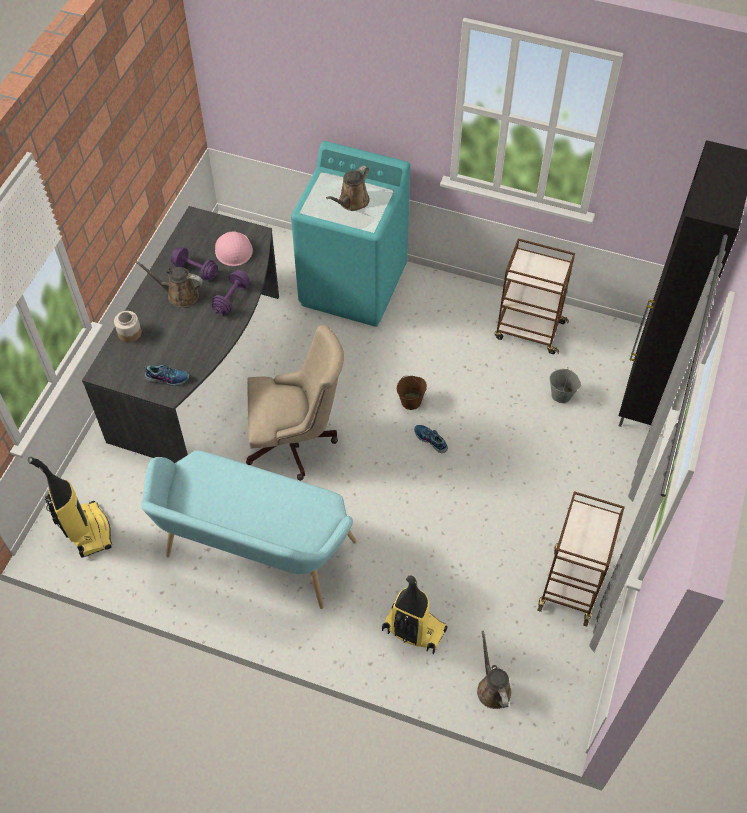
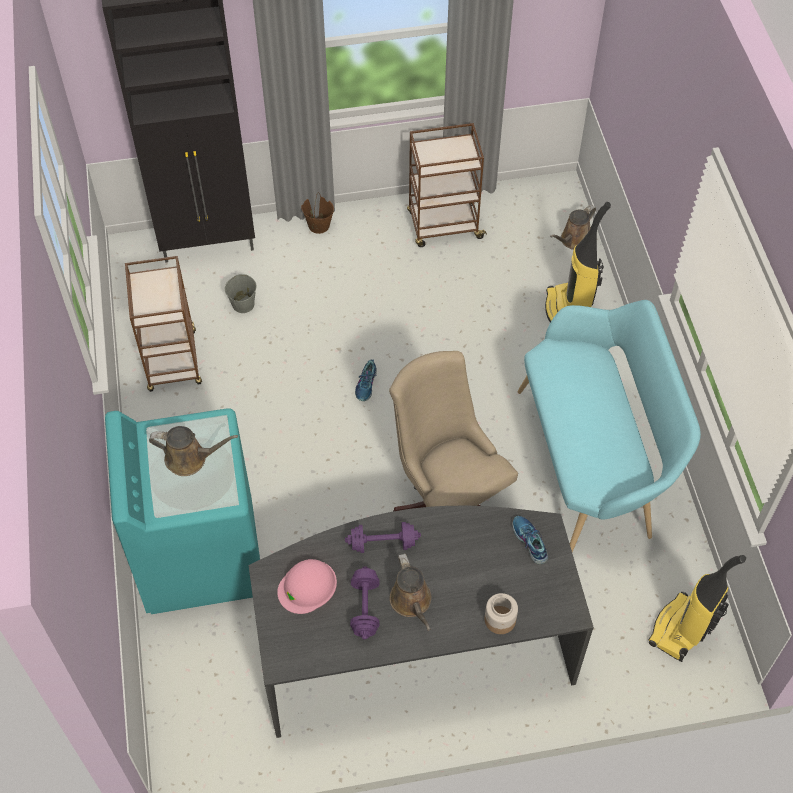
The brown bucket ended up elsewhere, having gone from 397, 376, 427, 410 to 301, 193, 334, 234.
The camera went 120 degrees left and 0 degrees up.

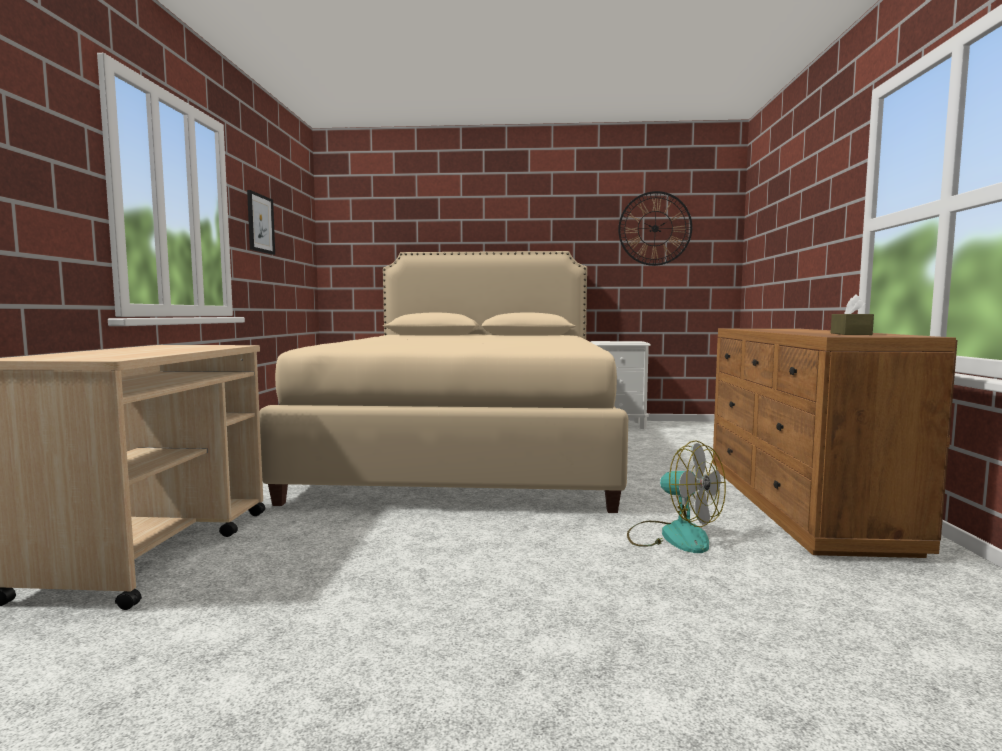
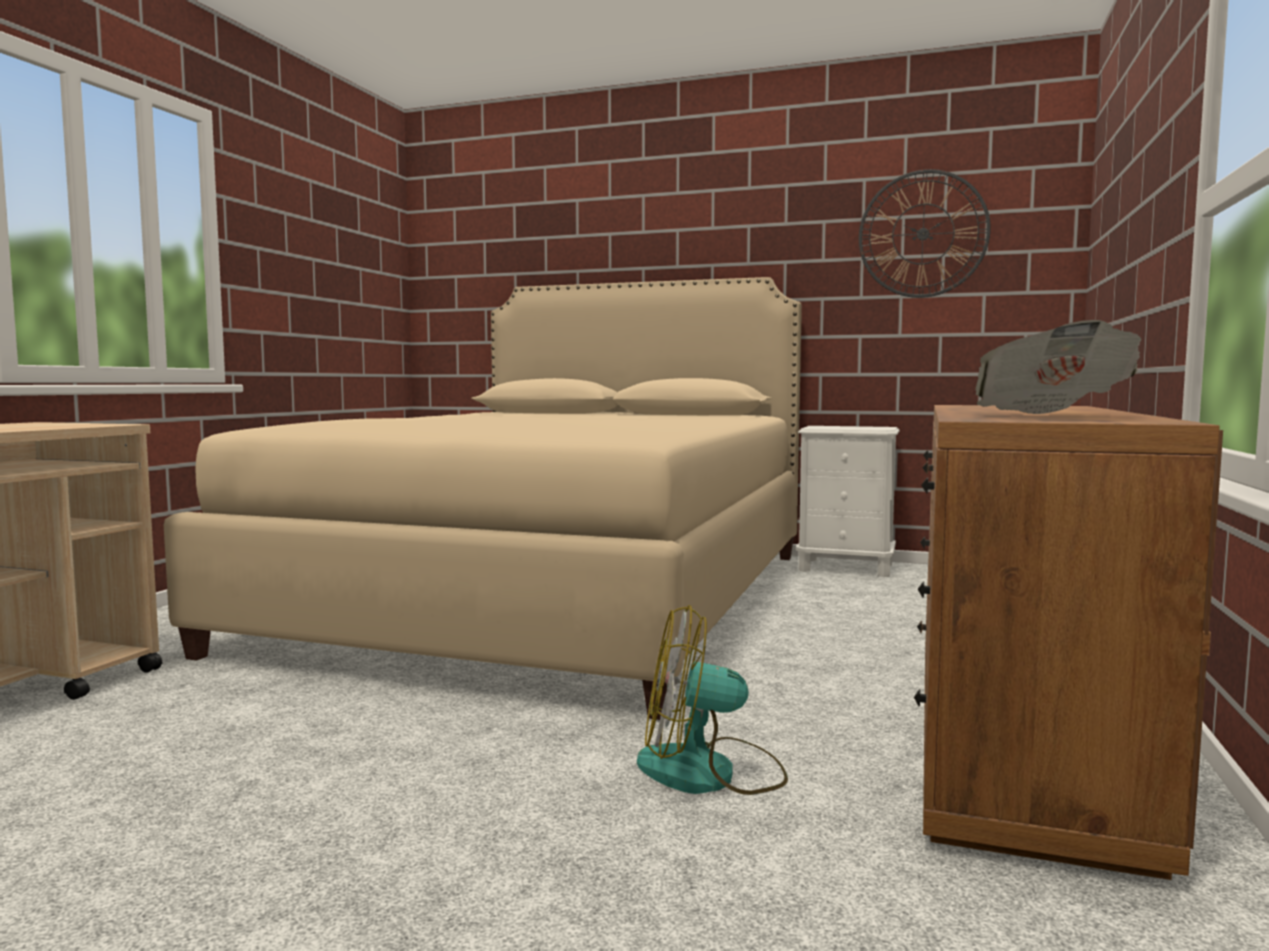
The second view lost the wall art at 247, 190, 275, 255.
Where the brown tissue box stood at 831, 294, 874, 335, the newspaper came to stand at 976, 320, 1141, 414.
The electric fan at 627, 440, 726, 553 ended up facing another way, 120 degrees clockwise from before.
The camera went 15 degrees right and 0 degrees up.

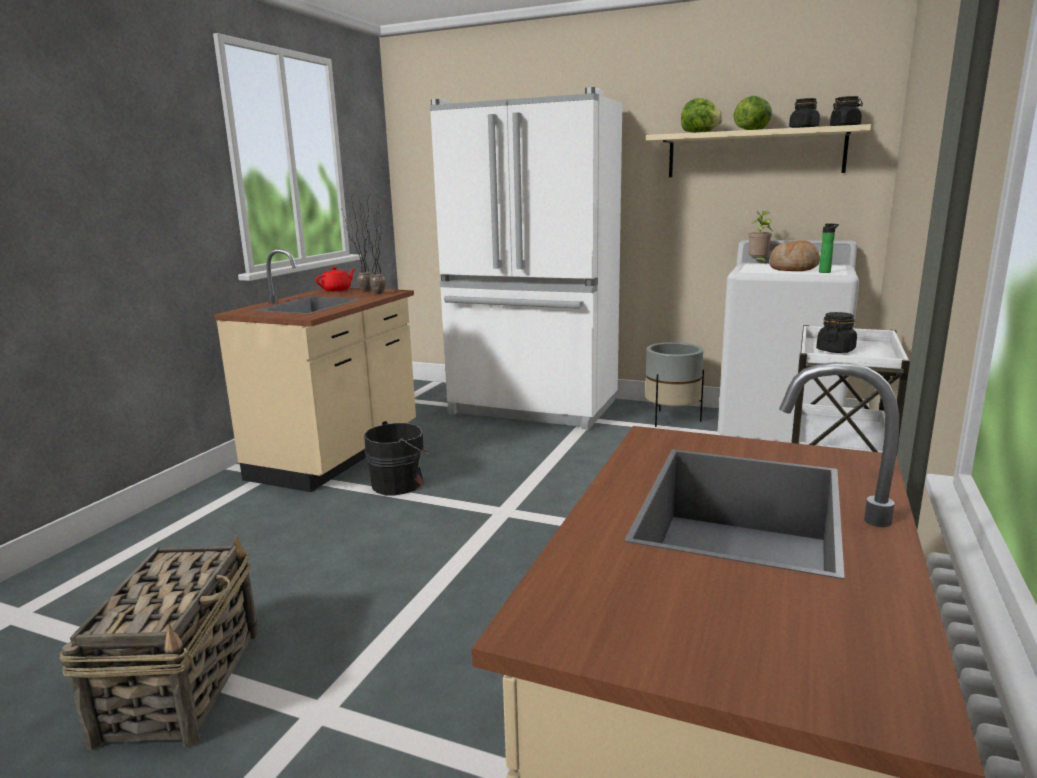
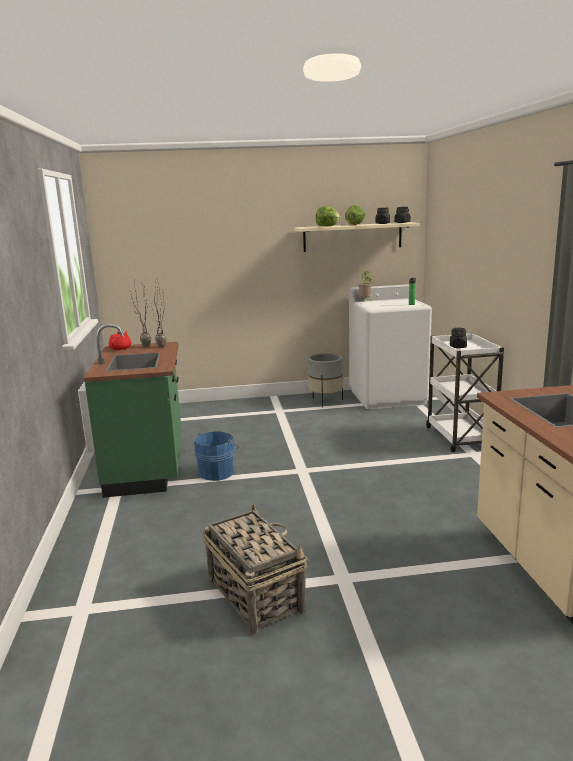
The second view lost the white kitchen fridge at 430, 87, 622, 430.
The second view lost the baked bread at 770, 241, 820, 271.
What was the sand-coloured kitchen counter at 214, 249, 416, 492 turned into the greenish kitchen counter at 84, 324, 182, 498.
What was the blackish bucket at 364, 421, 429, 495 turned into the bluish bucket at 194, 431, 239, 481.
The camera went 30 degrees left and 0 degrees up.

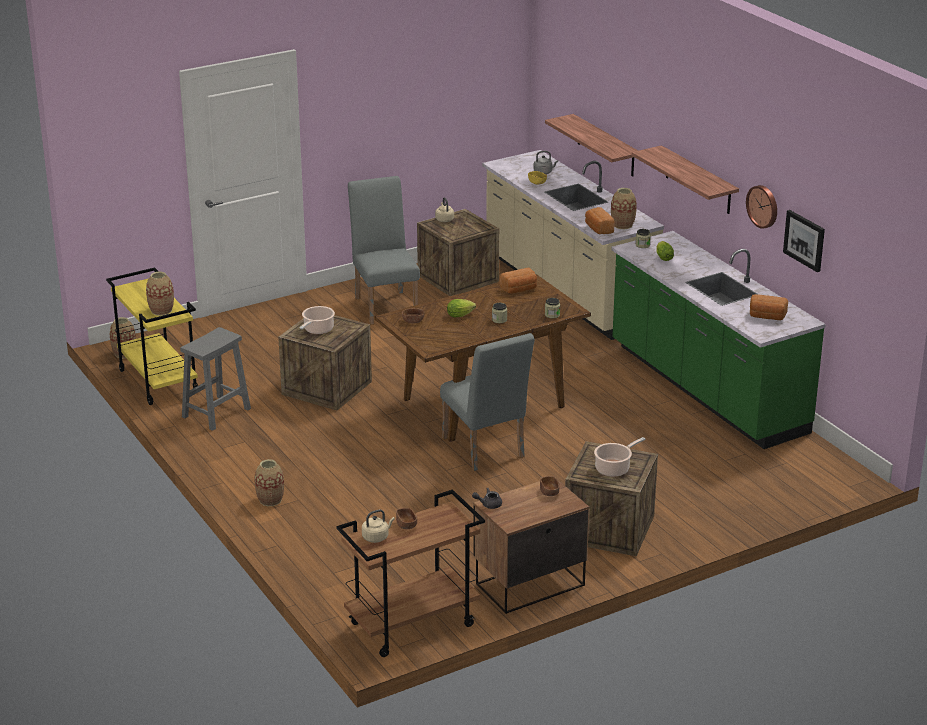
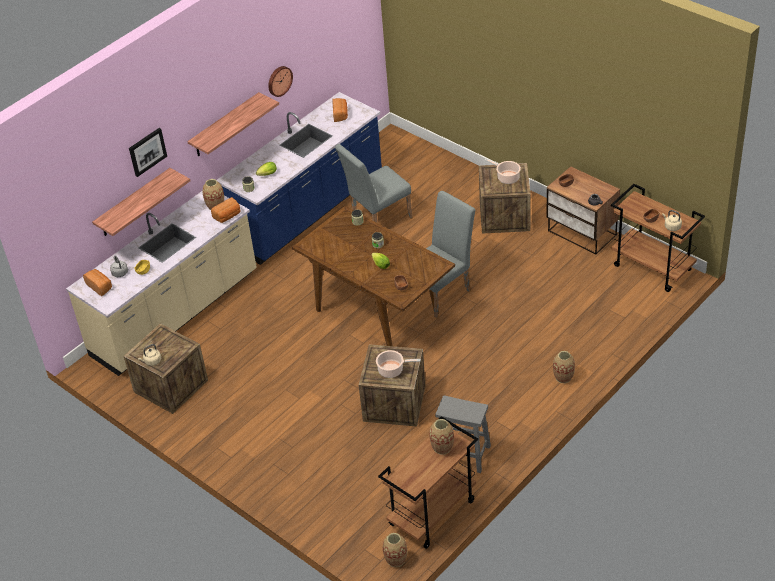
The grey chair ended up elsewhere, having gone from 348, 176, 420, 325 to 335, 144, 413, 222.
The baked bread ended up elsewhere, having gone from 500, 268, 537, 294 to 83, 269, 112, 296.
The wall art ended up elsewhere, having gone from 783, 210, 825, 272 to 129, 128, 167, 177.
What was the yellowish trolley at 106, 267, 198, 405 turned into the brown trolley at 378, 416, 478, 549.
What was the greenish kitchen counter at 611, 231, 826, 449 turned into the bluish kitchen counter at 217, 92, 382, 265.
The camera went 105 degrees left and 15 degrees up.

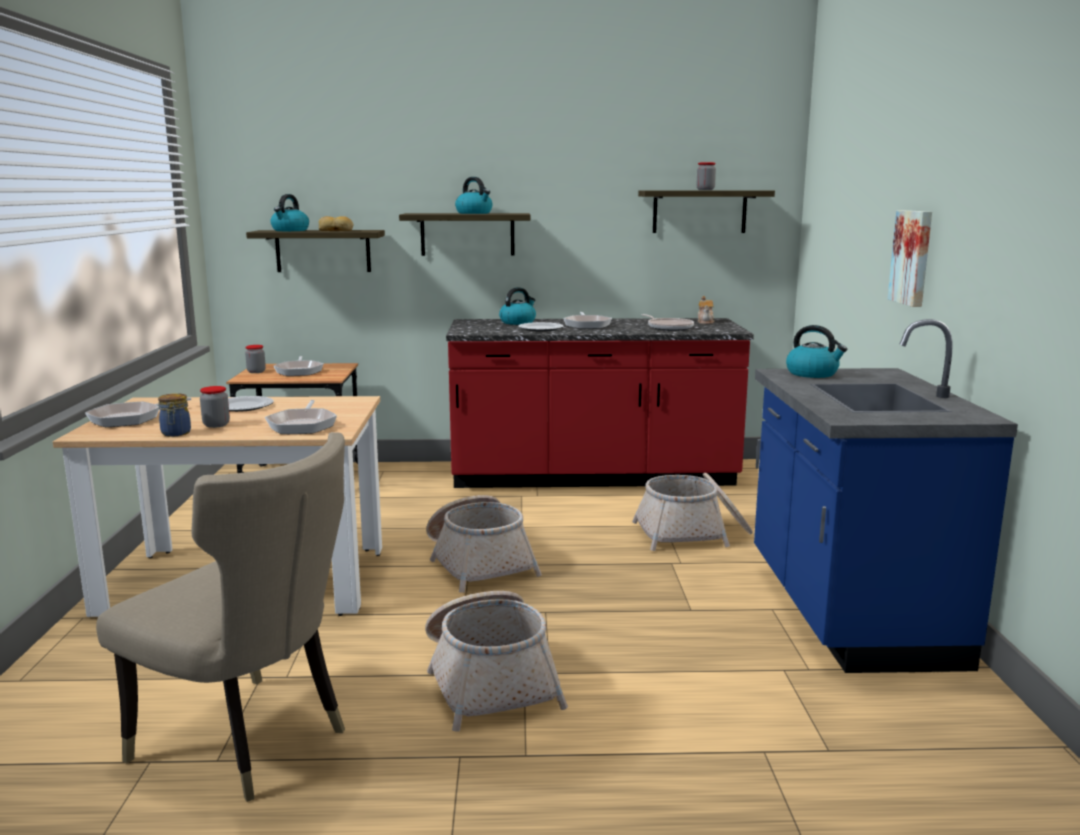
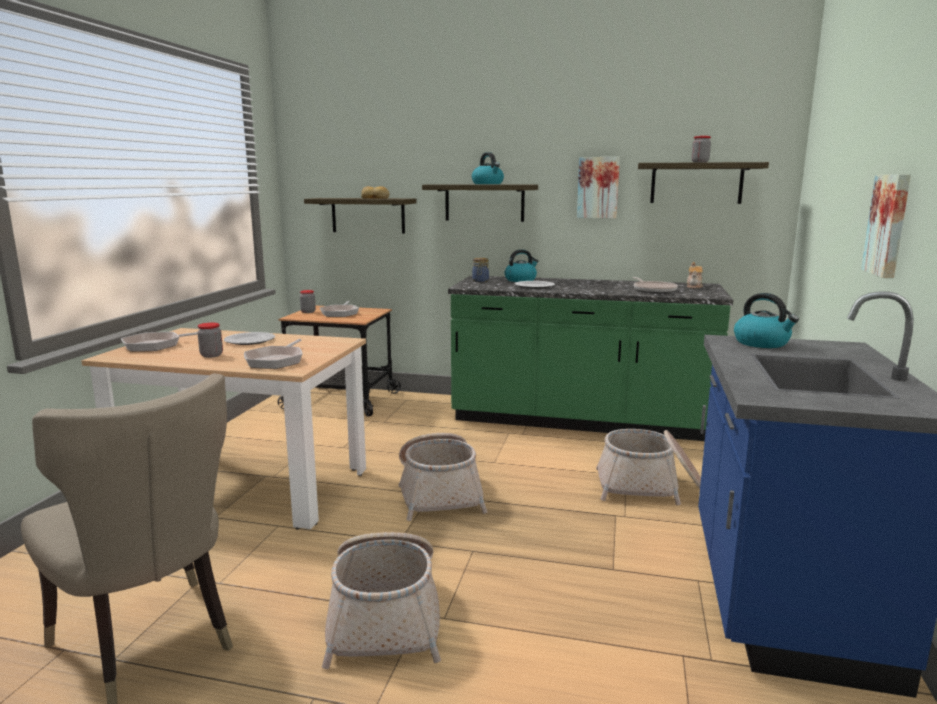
The second view lost the tea kettle at 270, 194, 309, 231.
The second view lost the skillet at 563, 312, 612, 329.
The second view gained the wall art at 577, 157, 620, 218.
The preserve jar ended up elsewhere, having gone from 158, 393, 191, 436 to 472, 258, 489, 282.
What was the red-coloured kitchen counter at 446, 318, 754, 488 turned into the greenish kitchen counter at 448, 276, 733, 441.
The camera went 15 degrees right and 0 degrees up.

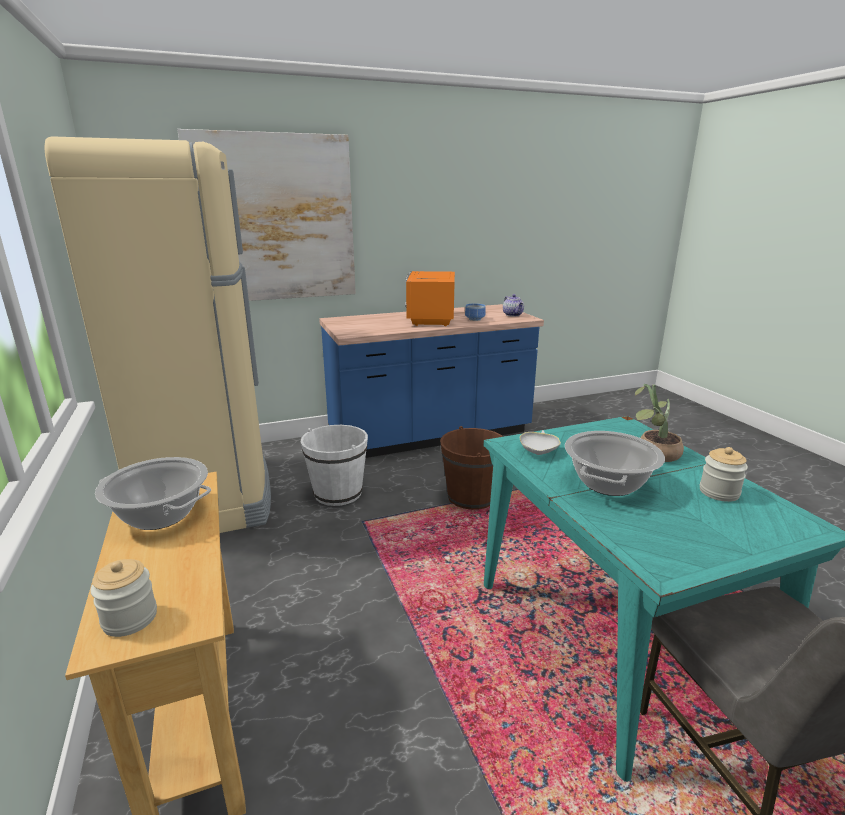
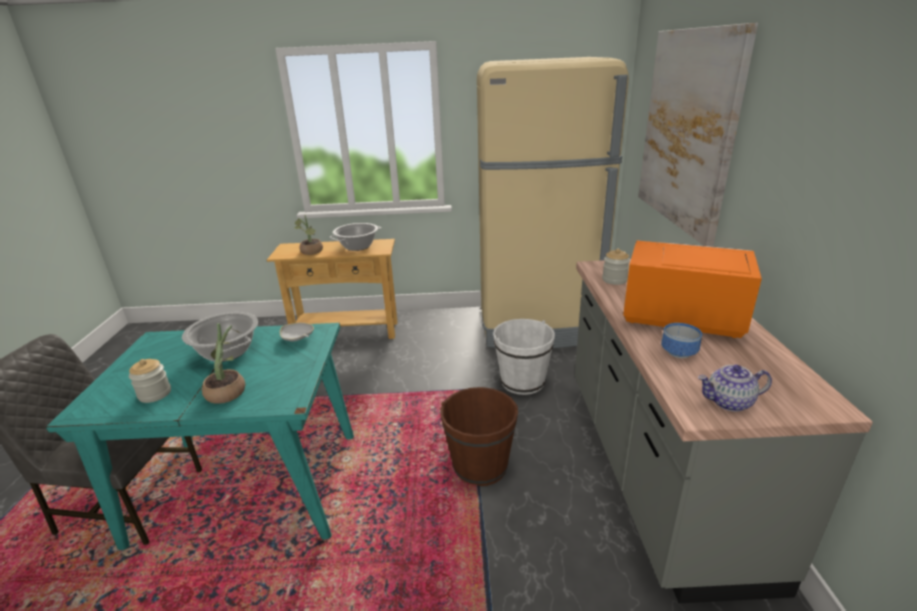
The second view gained the houseplant at 294, 215, 323, 255.
The preserve jar ended up elsewhere, having gone from 90, 559, 157, 637 to 602, 249, 630, 285.
What was the bluish kitchen counter at 319, 304, 544, 458 turned into the grey kitchen counter at 575, 259, 873, 603.
The camera went 110 degrees right and 5 degrees up.

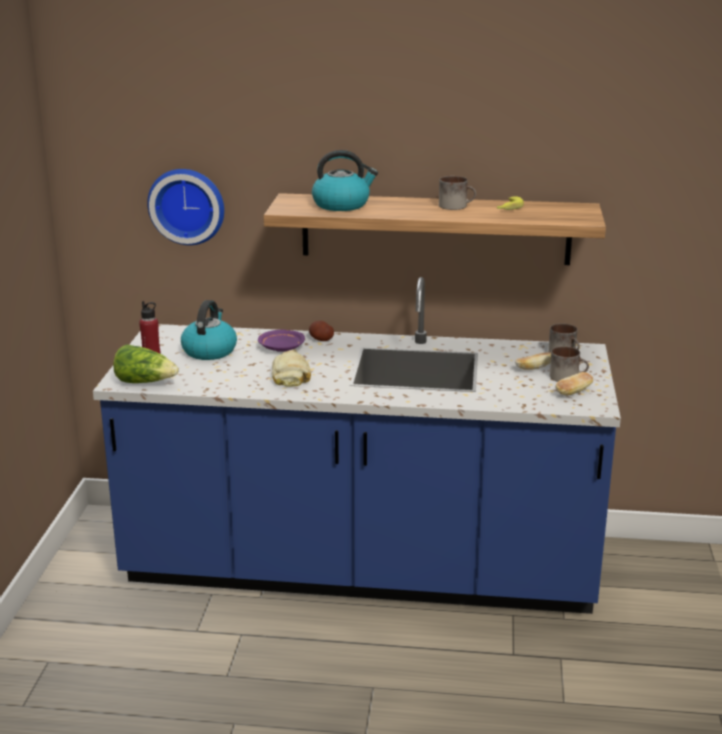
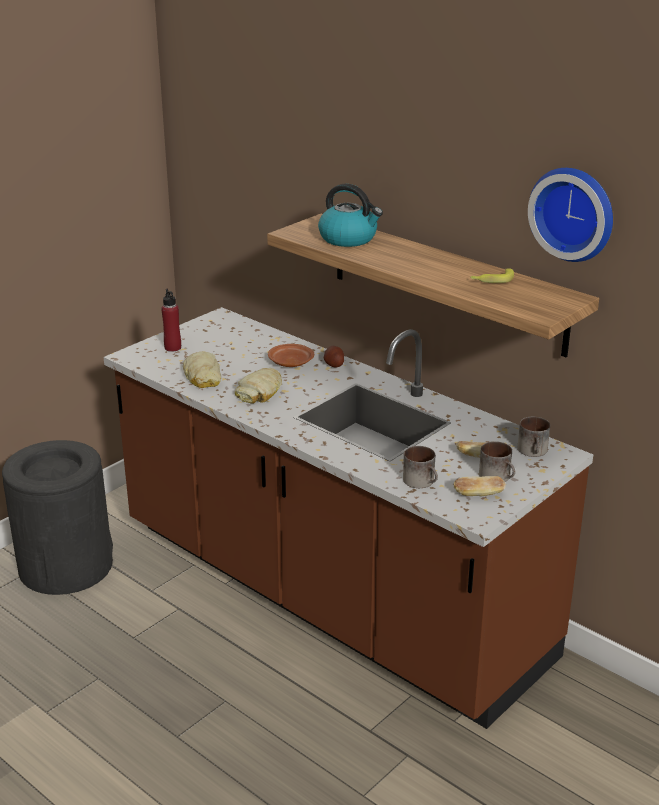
The second view lost the lettuce head at 113, 344, 179, 383.
The second view lost the tea kettle at 181, 300, 237, 360.
The second view gained the blackish waste bin at 2, 440, 113, 595.
The second view gained the baked bread at 183, 351, 221, 388.
The wall clock ended up elsewhere, having gone from 147, 169, 224, 245 to 528, 168, 613, 262.
The mug ended up elsewhere, having gone from 439, 176, 476, 210 to 403, 446, 438, 488.
What was the bluish kitchen counter at 93, 277, 621, 614 turned into the brown kitchen counter at 103, 307, 593, 729.
What was the purple-coloured flat dish at 258, 330, 305, 352 turned into the brown flat dish at 268, 344, 314, 367.
The camera went 35 degrees right and 5 degrees up.

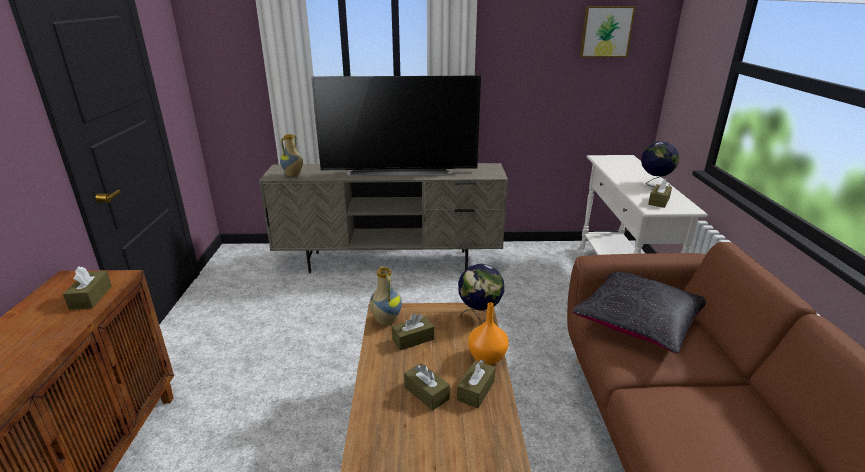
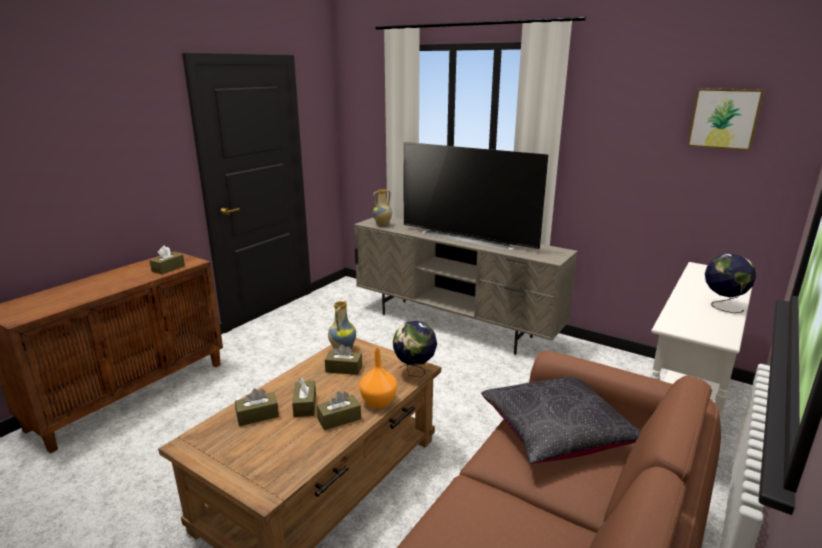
The brown tissue box ended up elsewhere, having gone from 648, 178, 672, 208 to 235, 388, 279, 426.
The camera went 35 degrees right and 5 degrees down.

